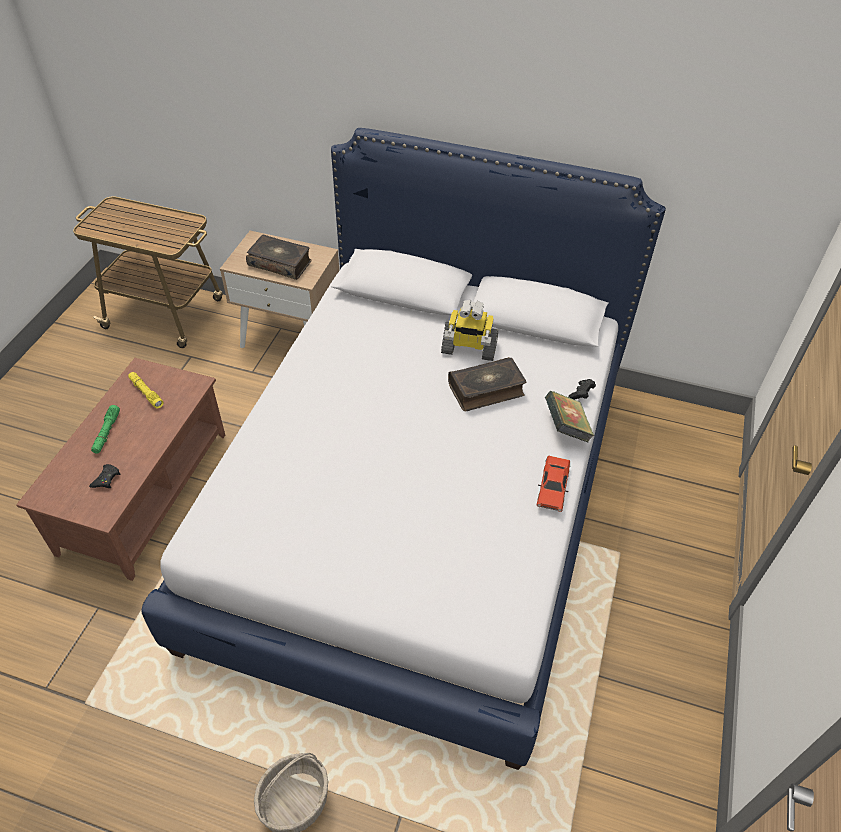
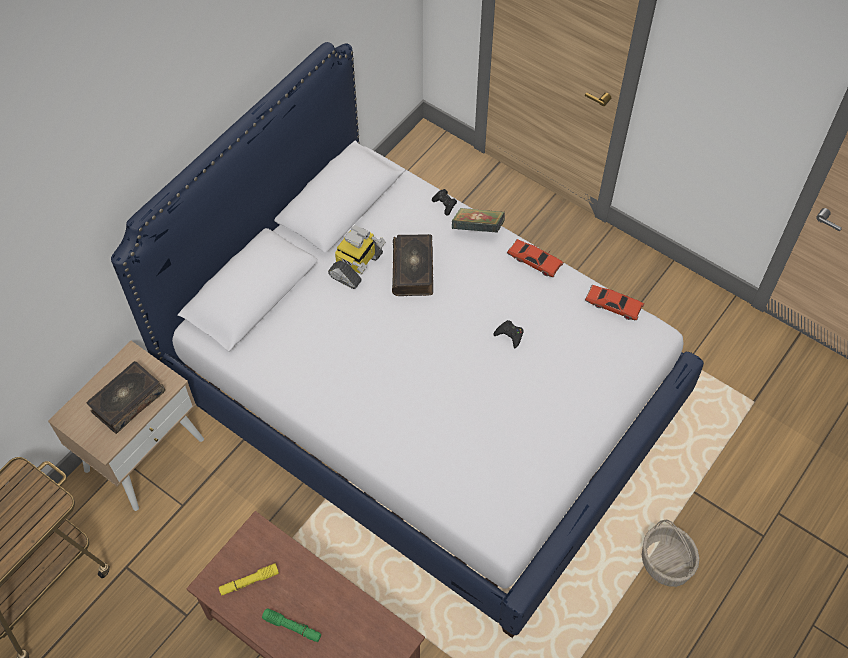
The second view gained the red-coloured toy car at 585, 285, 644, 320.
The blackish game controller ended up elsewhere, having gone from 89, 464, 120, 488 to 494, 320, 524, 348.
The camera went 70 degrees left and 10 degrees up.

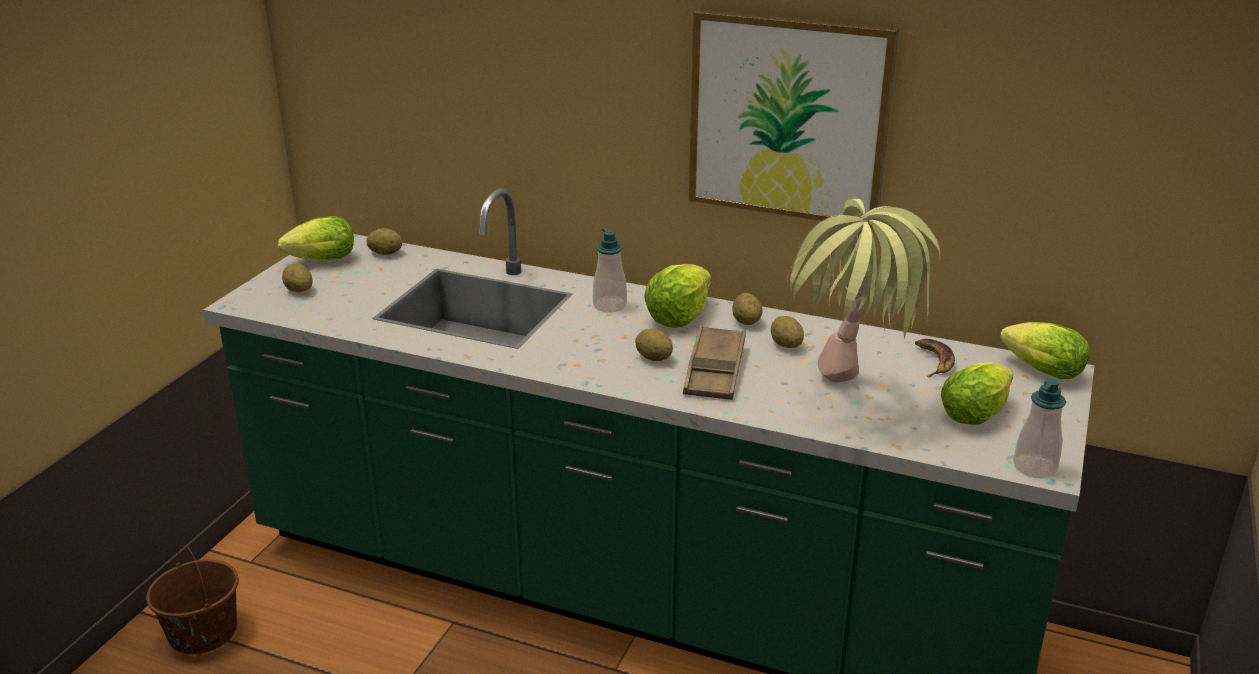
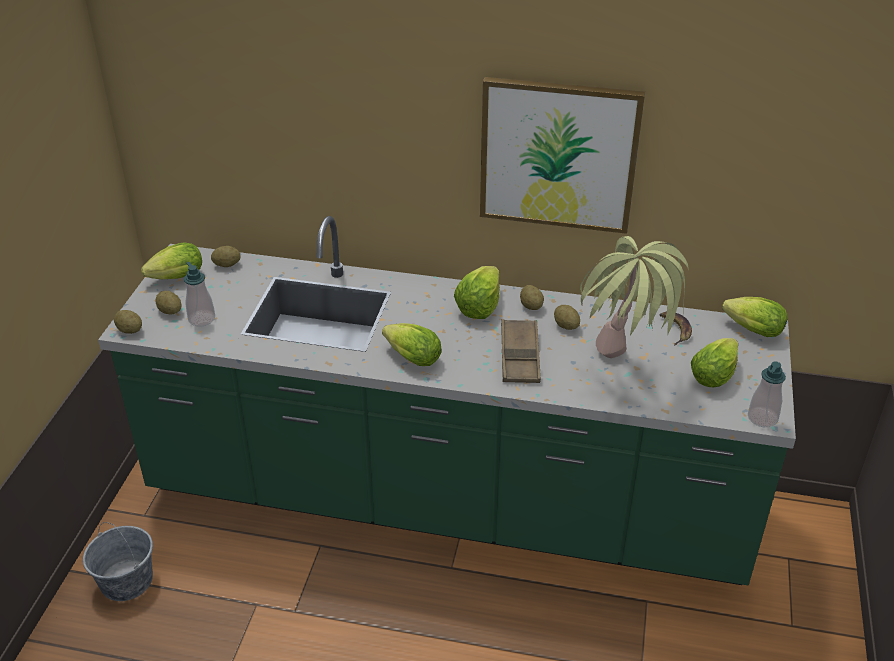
The second view gained the lettuce head at 382, 323, 442, 366.
The liquid soap bottle ended up elsewhere, having gone from 593, 228, 627, 313 to 184, 262, 215, 326.
The potato ended up elsewhere, having gone from 635, 328, 673, 361 to 114, 310, 142, 334.
What was the brown bucket at 146, 546, 239, 654 turned into the grey bucket at 83, 522, 153, 601.
The camera went 10 degrees left and 10 degrees up.

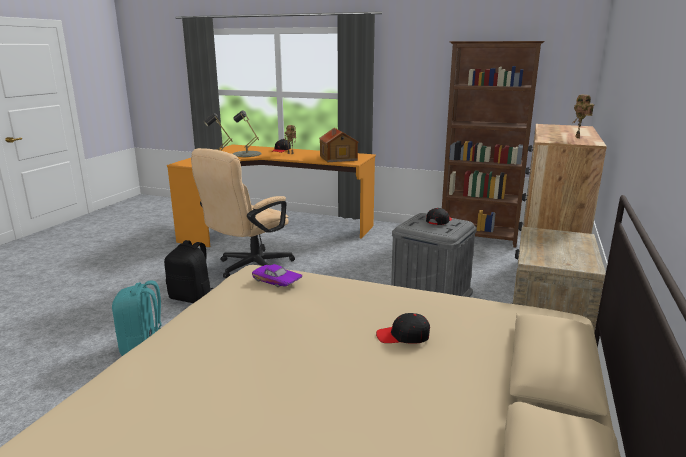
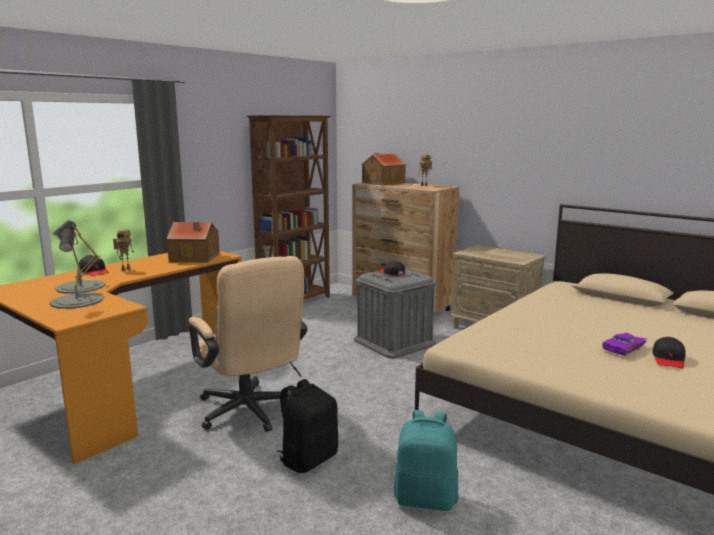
The second view gained the miniature house at 362, 153, 406, 185.
The purple-coloured toy car ended up elsewhere, having gone from 252, 264, 302, 287 to 602, 333, 647, 356.
The blackish baseball cap ended up elsewhere, having gone from 376, 313, 430, 344 to 652, 337, 686, 368.
The camera went 70 degrees left and 5 degrees down.

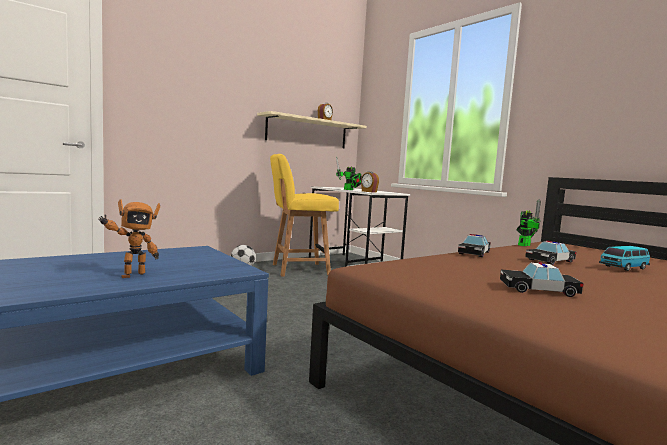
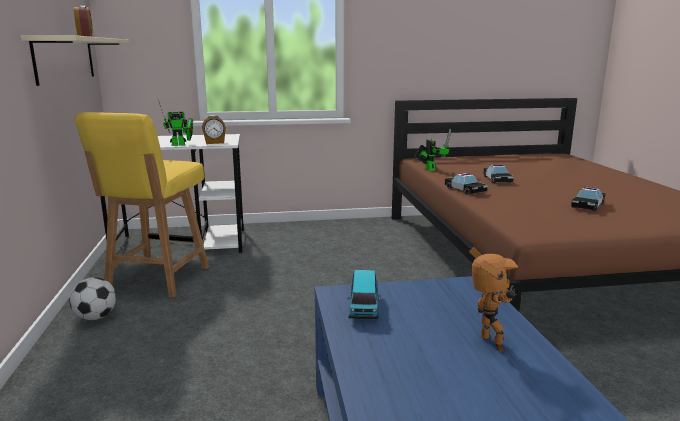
The toy car ended up elsewhere, having gone from 599, 246, 650, 271 to 347, 270, 380, 319.
The camera went 60 degrees left and 10 degrees up.

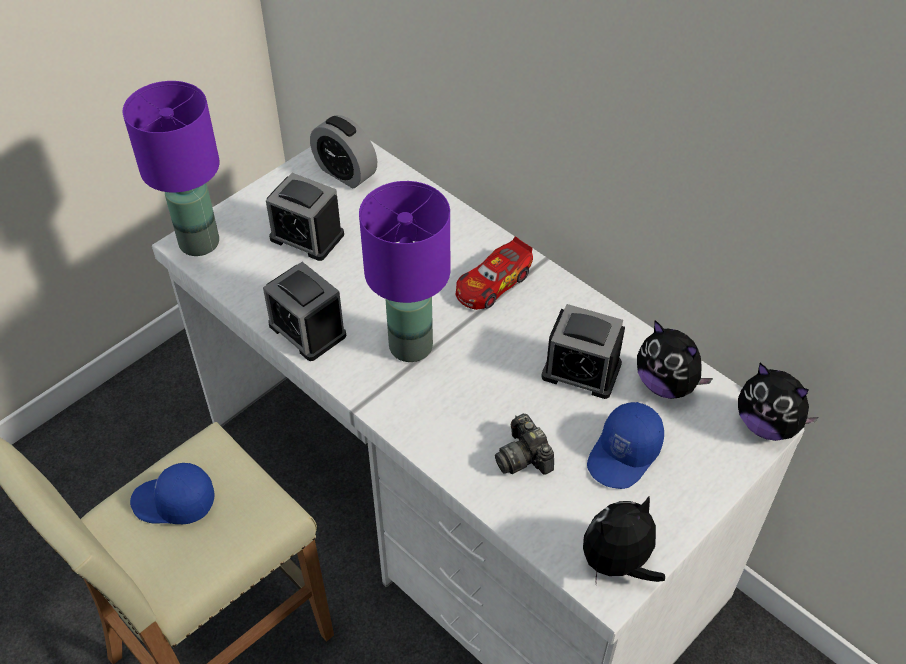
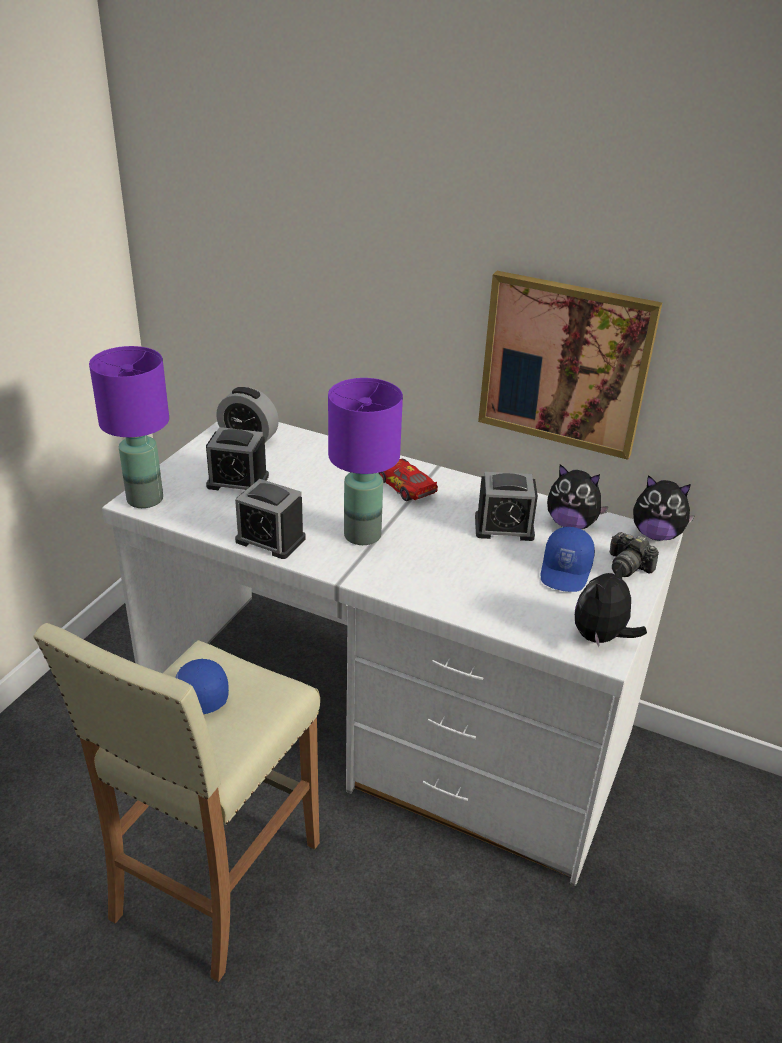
The second view gained the wall art at 478, 271, 662, 460.
The photo camera ended up elsewhere, having gone from 495, 414, 554, 474 to 610, 532, 659, 577.
The toy car at 455, 236, 533, 310 ended up facing another way, 120 degrees clockwise from before.
The camera went 20 degrees left and 15 degrees down.

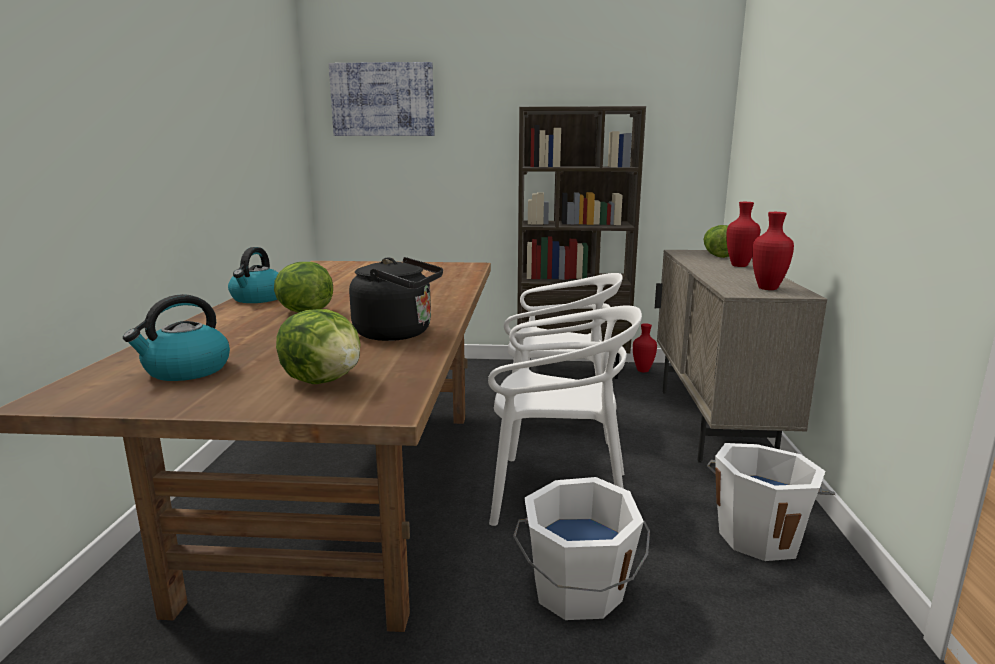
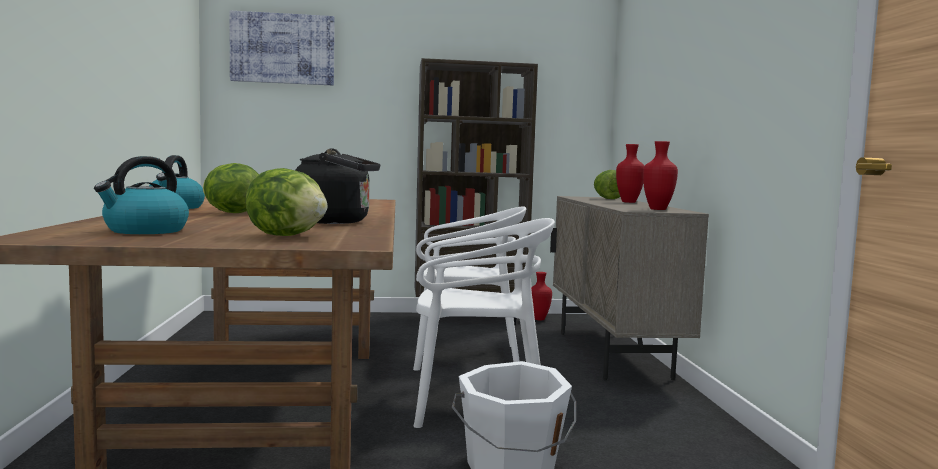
The second view lost the white bucket at 707, 443, 835, 561.
The camera went 10 degrees left and 10 degrees down.

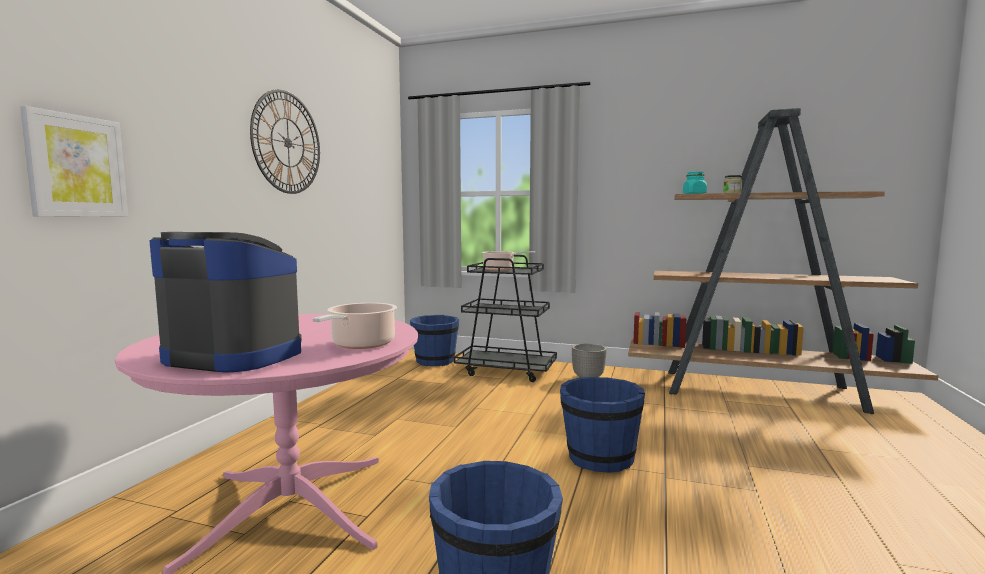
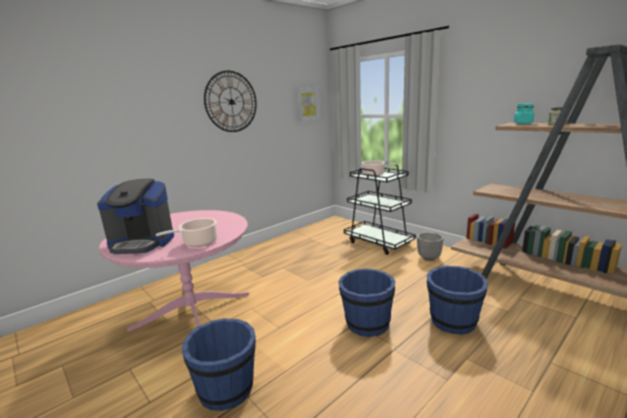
The wall art ended up elsewhere, having gone from 20, 106, 128, 217 to 296, 88, 320, 122.
The bluish bucket ended up elsewhere, having gone from 410, 315, 459, 366 to 427, 266, 488, 335.
The coffee brewer at 149, 232, 302, 373 ended up facing another way, 135 degrees clockwise from before.
The camera went 30 degrees right and 10 degrees up.

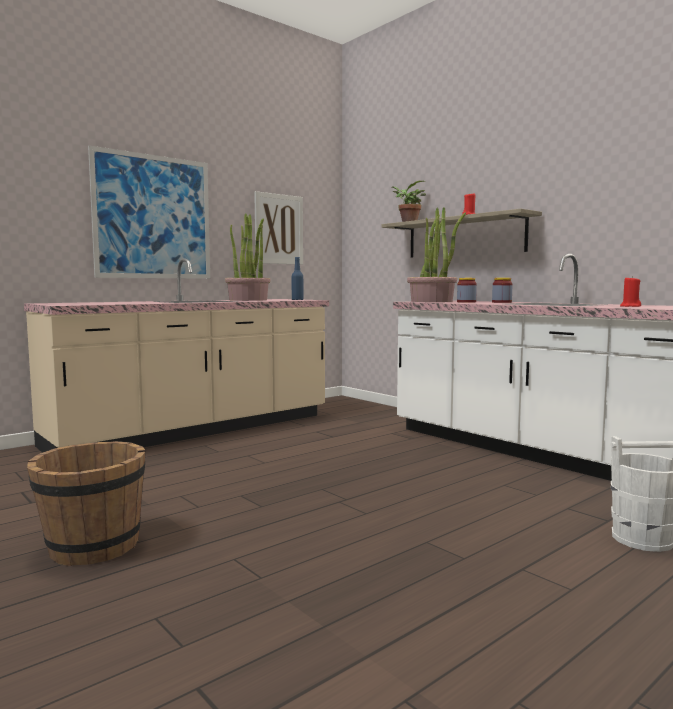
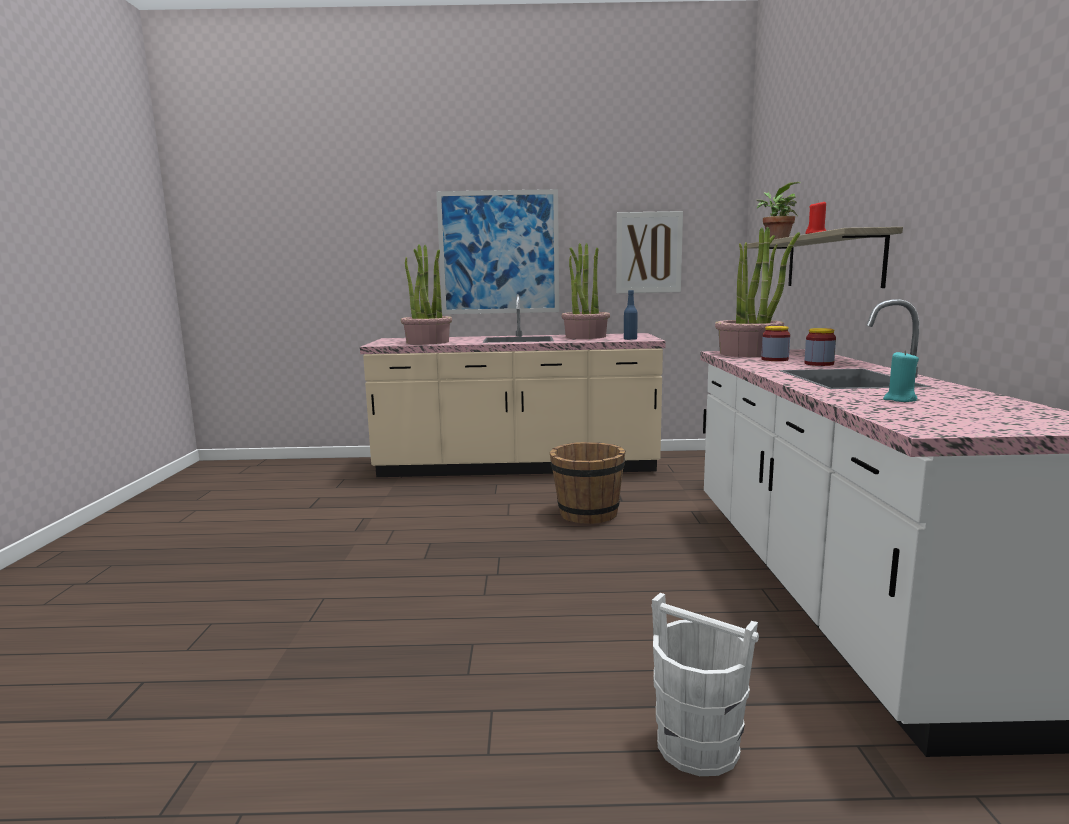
The second view gained the houseplant at 401, 245, 452, 345.
The brown bucket ended up elsewhere, having gone from 27, 441, 146, 566 to 550, 442, 625, 524.
What was the red-coloured wax candle at 620, 276, 641, 307 turned into the turquoise-coloured wax candle at 883, 350, 919, 402.
The camera went 40 degrees right and 5 degrees up.

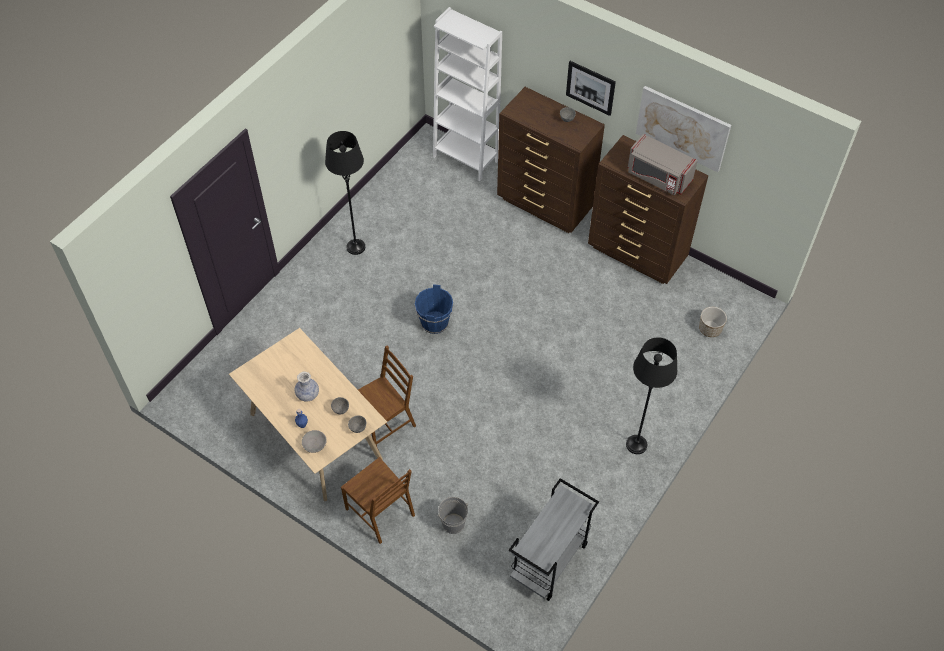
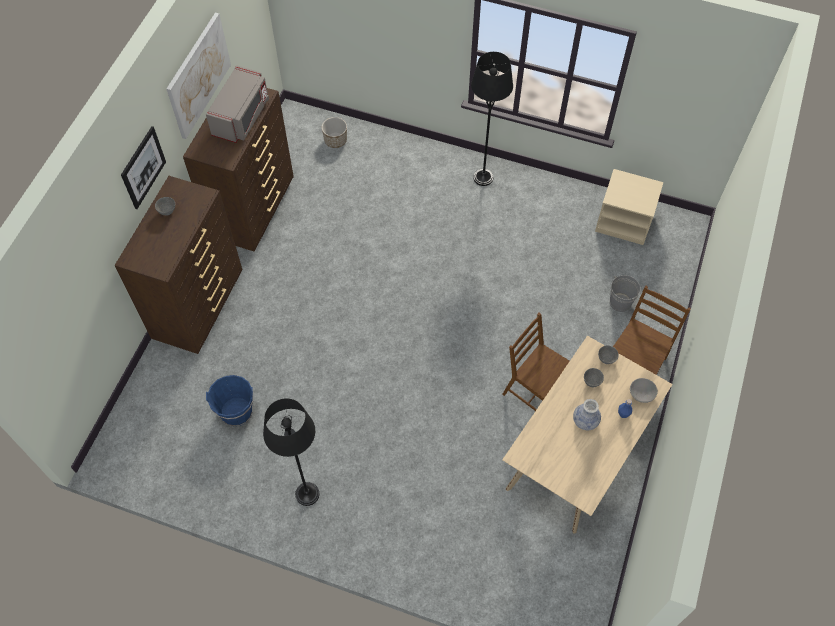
The second view lost the white bookshelf at 433, 7, 502, 181.
The bluish bucket ended up elsewhere, having gone from 415, 284, 453, 334 to 206, 375, 253, 426.
Where the grey trolley stood at 509, 478, 599, 601, the sand-coloured bedside table came to stand at 595, 169, 663, 245.
The camera went 105 degrees left and 5 degrees up.

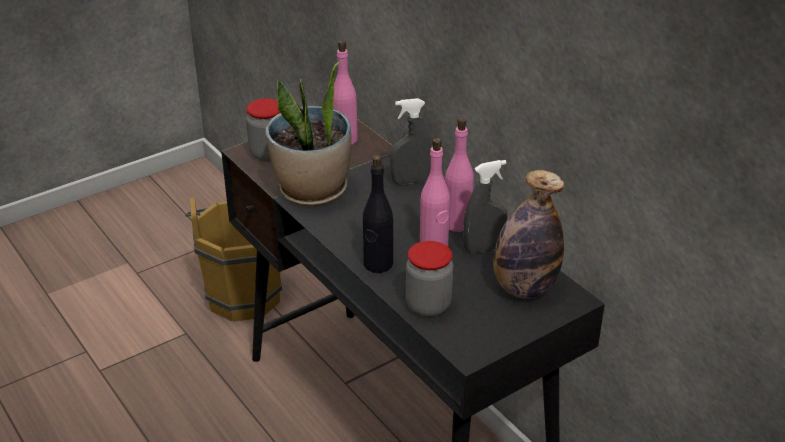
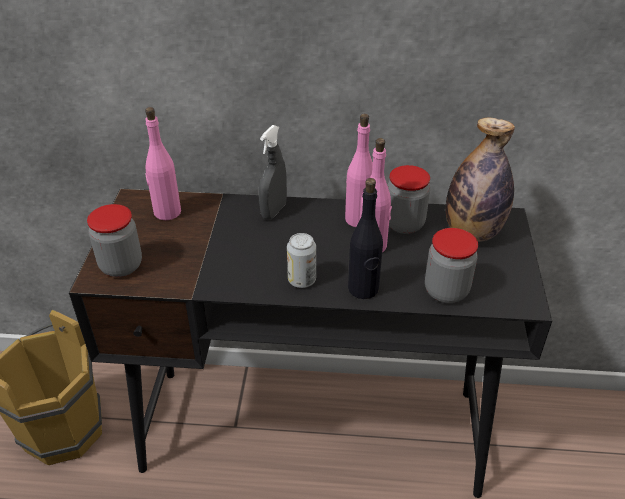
The second view lost the houseplant at 266, 62, 351, 206.
The second view gained the can at 287, 233, 316, 288.
Where the grey spray bottle stood at 463, 160, 508, 254, the preserve jar came to stand at 387, 165, 430, 234.
The camera went 50 degrees left and 5 degrees up.

